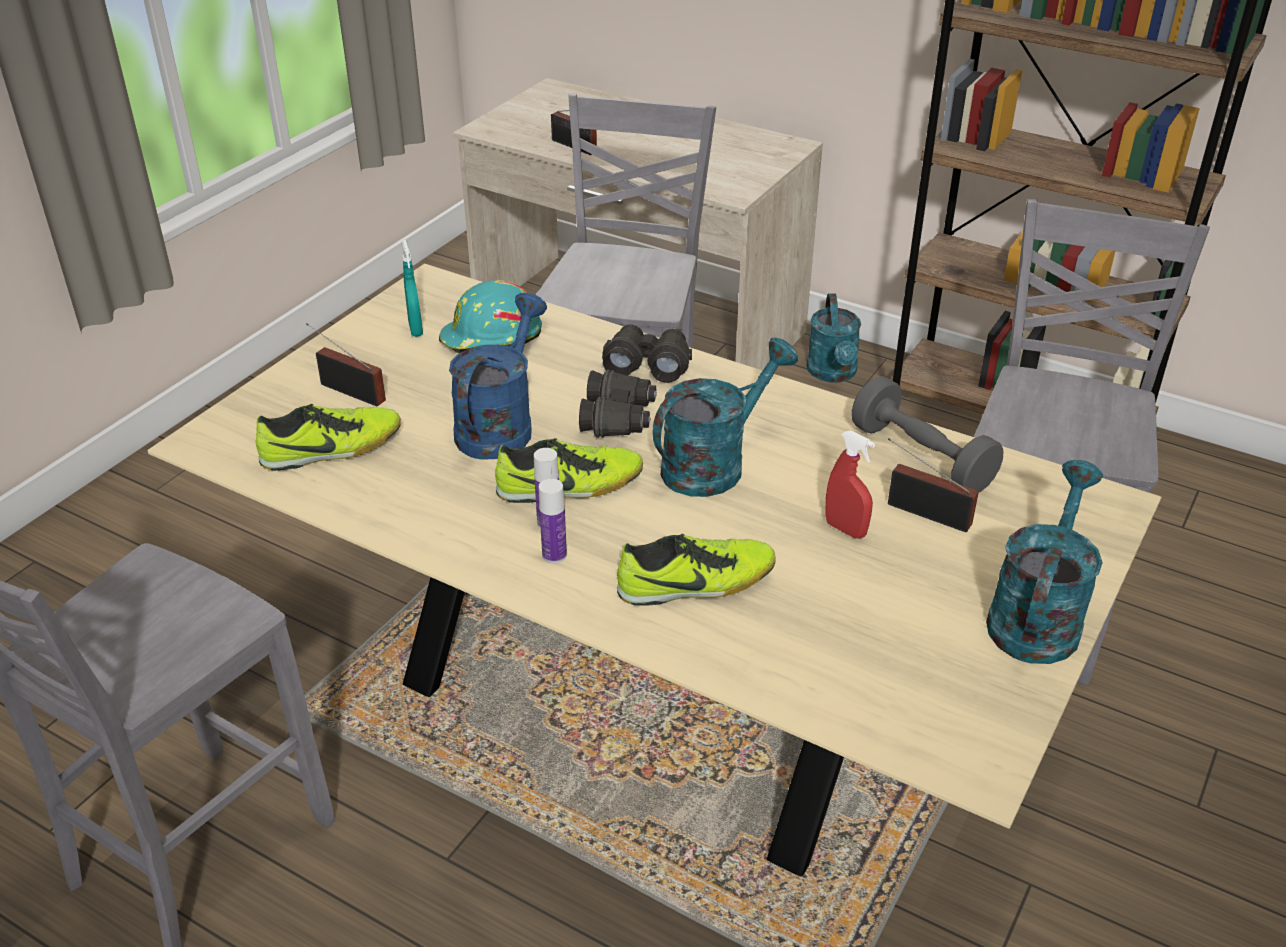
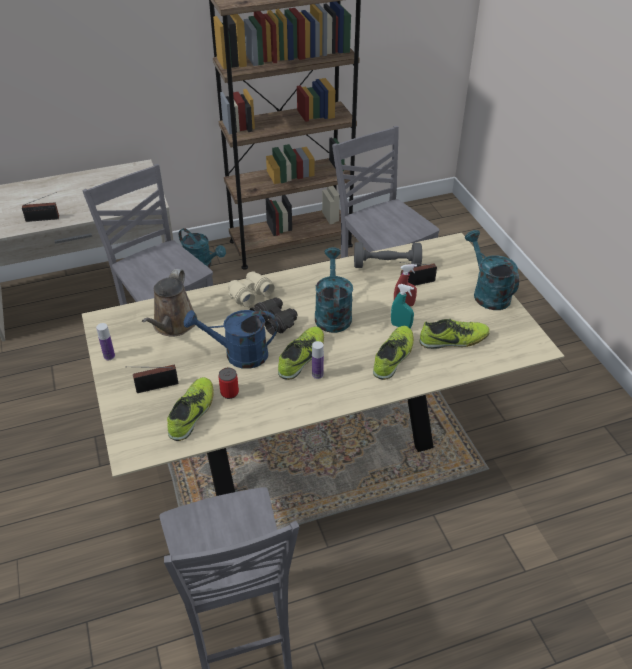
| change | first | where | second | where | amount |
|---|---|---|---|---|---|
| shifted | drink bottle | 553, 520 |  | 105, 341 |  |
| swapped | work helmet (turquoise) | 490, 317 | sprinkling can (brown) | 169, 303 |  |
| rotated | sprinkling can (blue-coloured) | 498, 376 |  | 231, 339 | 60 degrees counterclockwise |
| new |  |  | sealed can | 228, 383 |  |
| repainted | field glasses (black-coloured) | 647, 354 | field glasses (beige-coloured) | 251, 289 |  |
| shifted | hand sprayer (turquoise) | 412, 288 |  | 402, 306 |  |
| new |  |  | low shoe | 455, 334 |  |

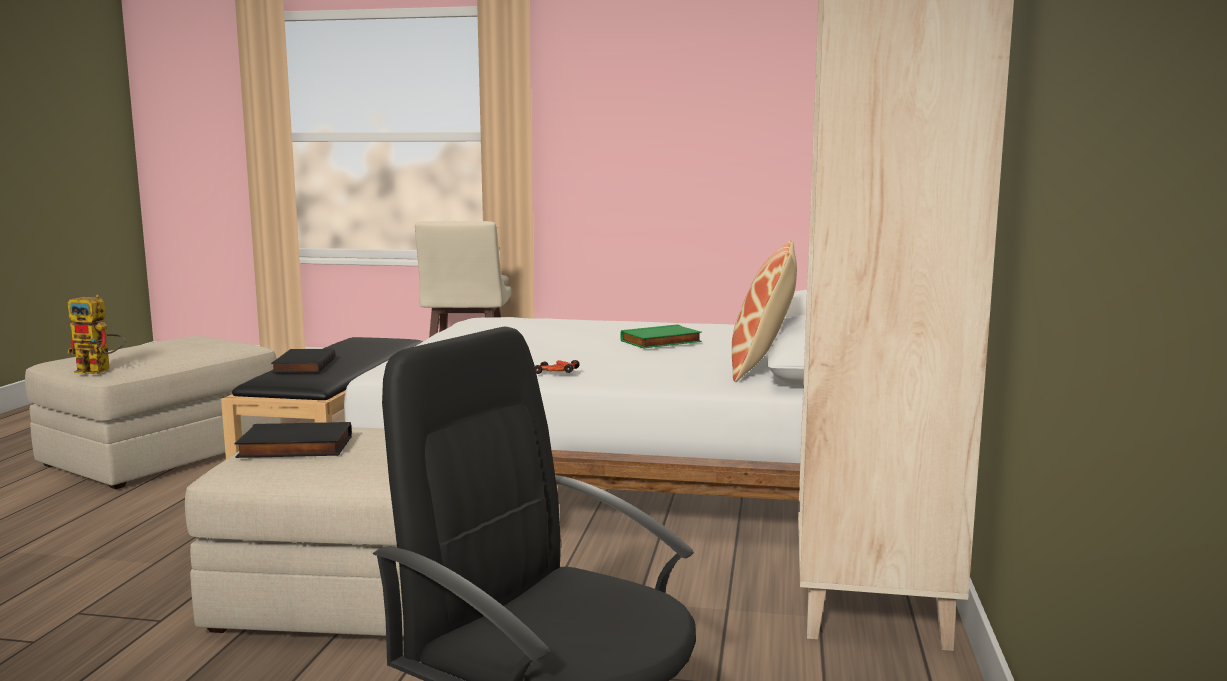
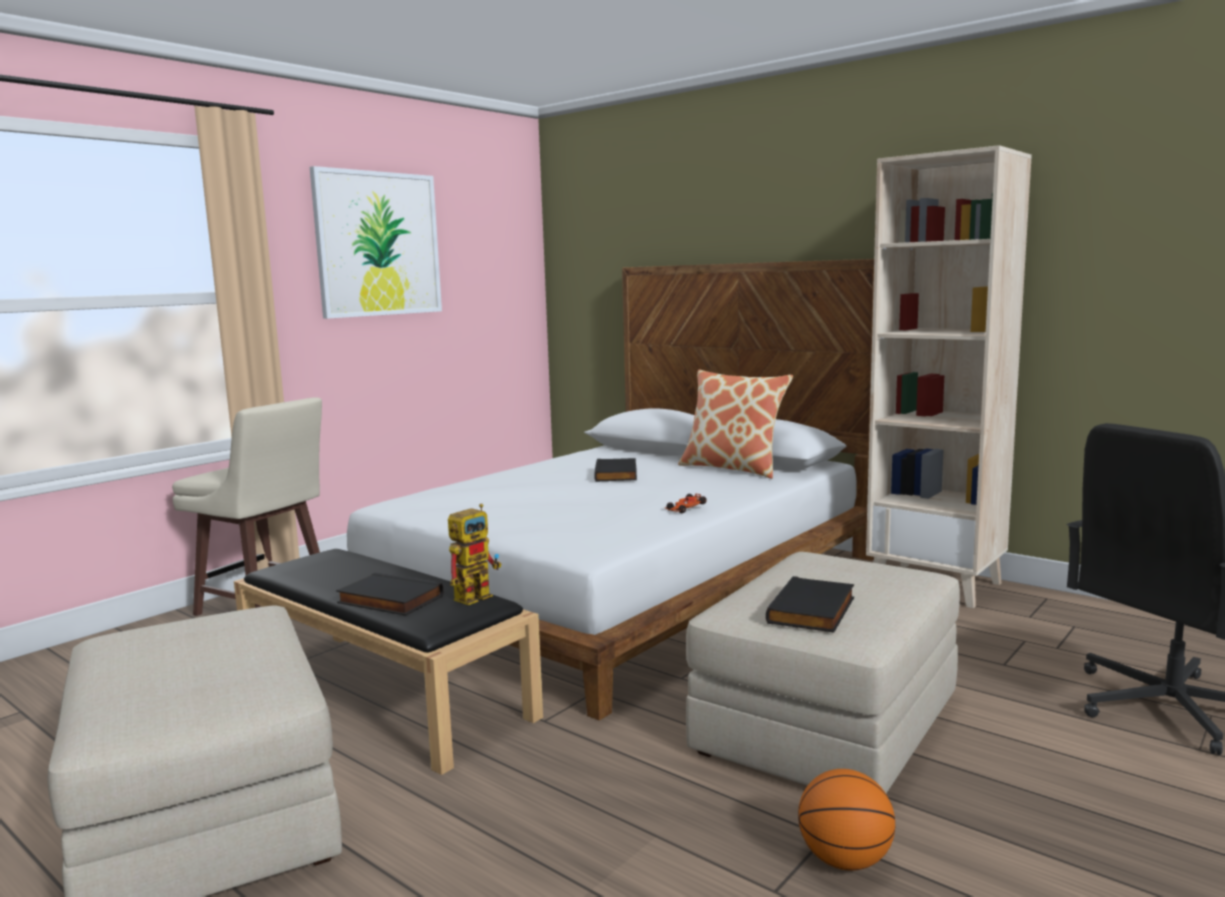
| change | first | where | second | where | amount |
|---|---|---|---|---|---|
| new |  |  | picture | 376, 242 |  |
| shifted | model robot | 96, 334 |  | 475, 554 |  |
| repainted | bound book (green-coloured) | 661, 336 | bound book (black-coloured) | 615, 470 |  |
| new |  |  | basketball ball | 846, 820 |  |

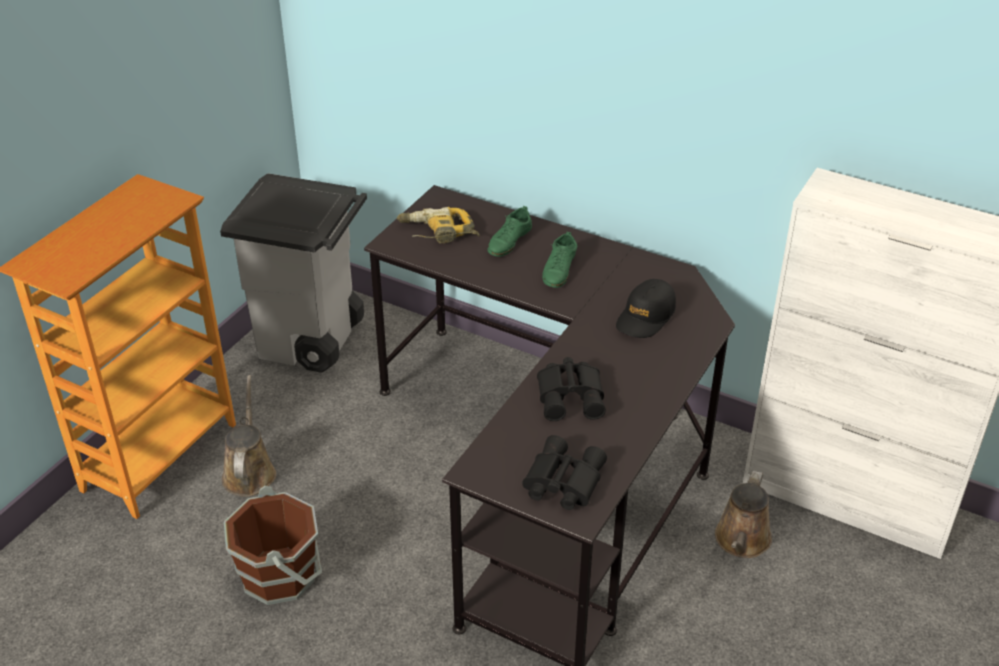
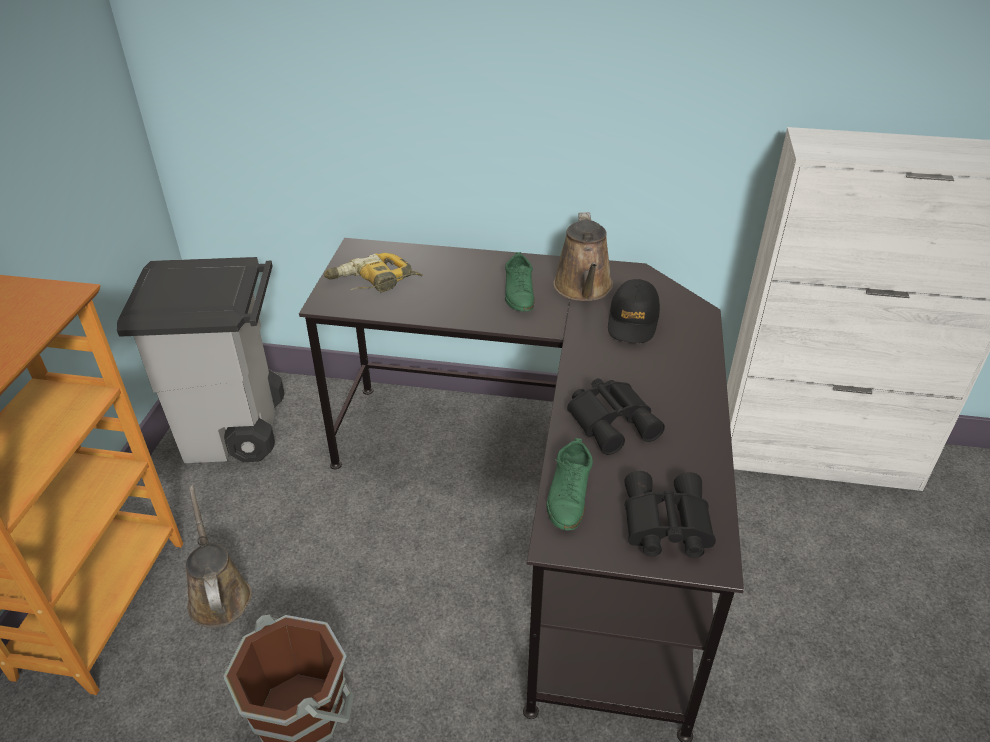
| change | first | where | second | where | amount |
|---|---|---|---|---|---|
| shifted | low shoe (green-coloured) | 509, 231 |  | 570, 484 |  |
| shifted | sprinkling can (brown) | 743, 514 |  | 583, 256 |  |

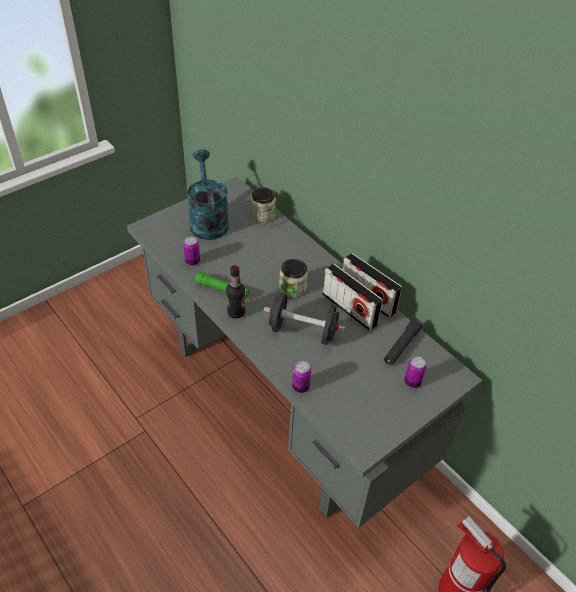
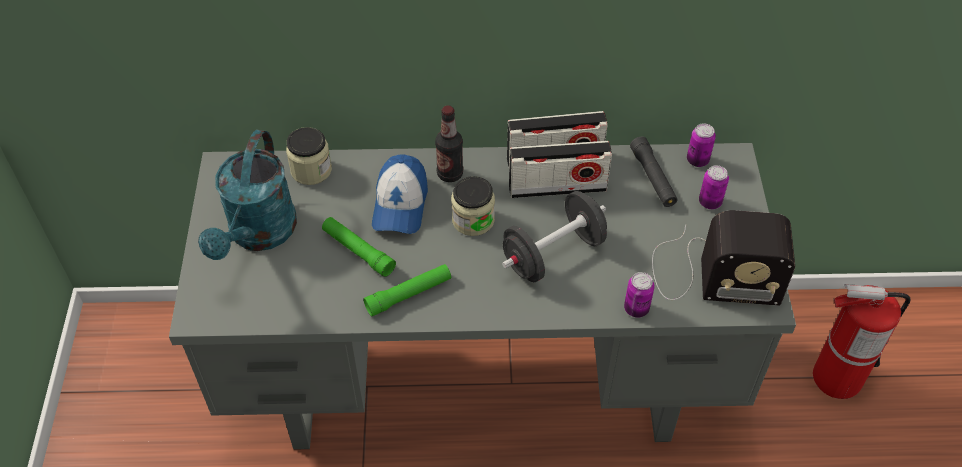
| change | first | where | second | where | amount |
|---|---|---|---|---|---|
| rotated | sprinkling can (turquoise) | 208, 194 |  | 247, 195 | 105 degrees counterclockwise |
| new |  |  | hand torch (green-coloured) | 359, 247 |  |
| new |  |  | peaked cap | 400, 194 |  |
| shifted | drink bottle | 235, 292 |  | 449, 143 |  |
| new |  |  | radio receiver | 723, 258 |  |
| shifted | sealed can | 191, 251 |  | 701, 145 |  |

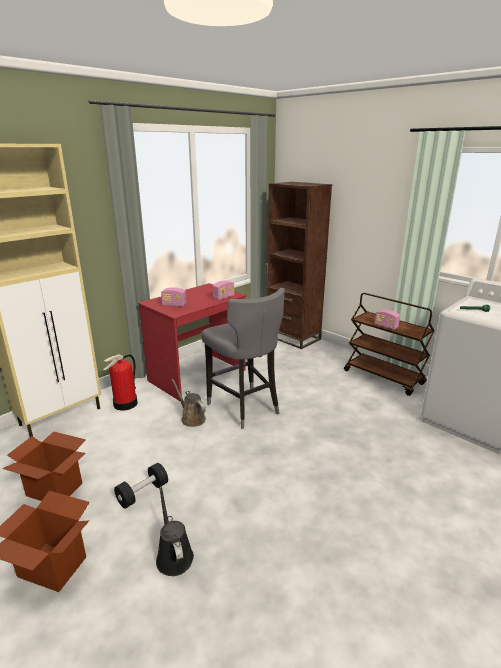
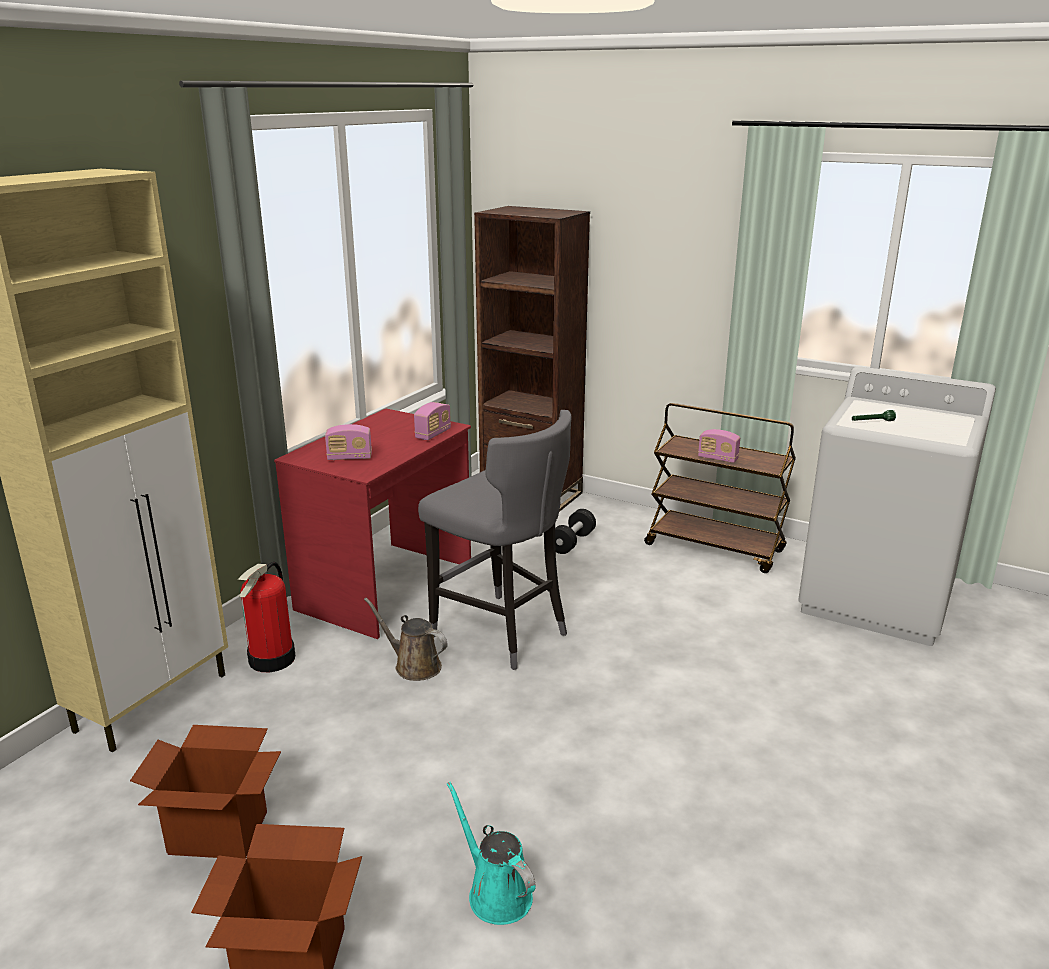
| change | first | where | second | where | amount |
|---|---|---|---|---|---|
| repainted | sprinkling can (black-coloured) | 175, 531 | sprinkling can (turquoise) | 491, 853 |  |
| shifted | free weight (black-coloured) | 141, 486 |  | 575, 531 |  |

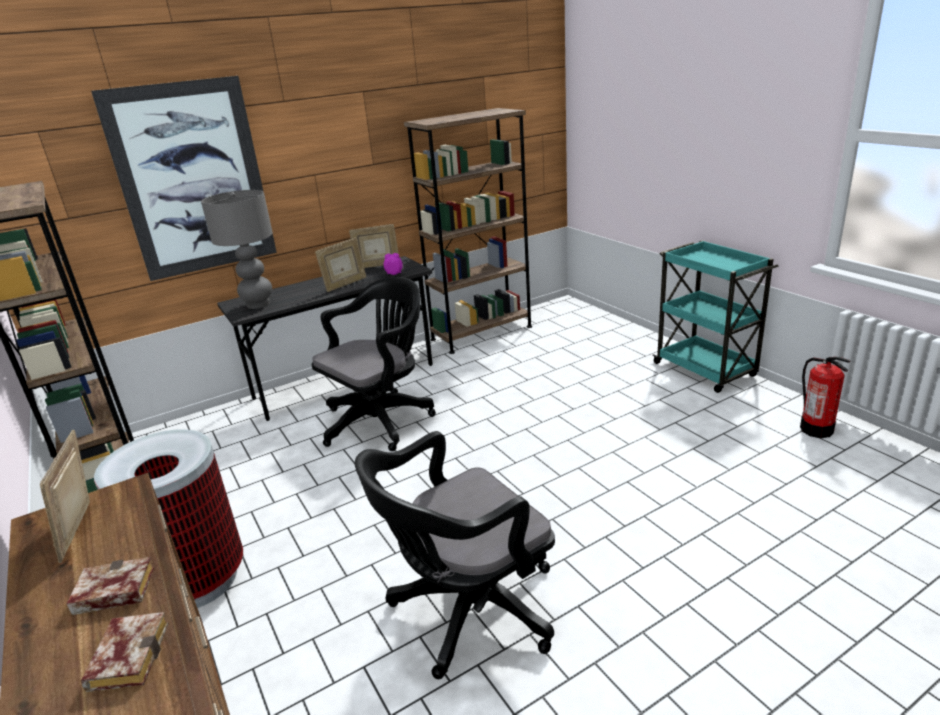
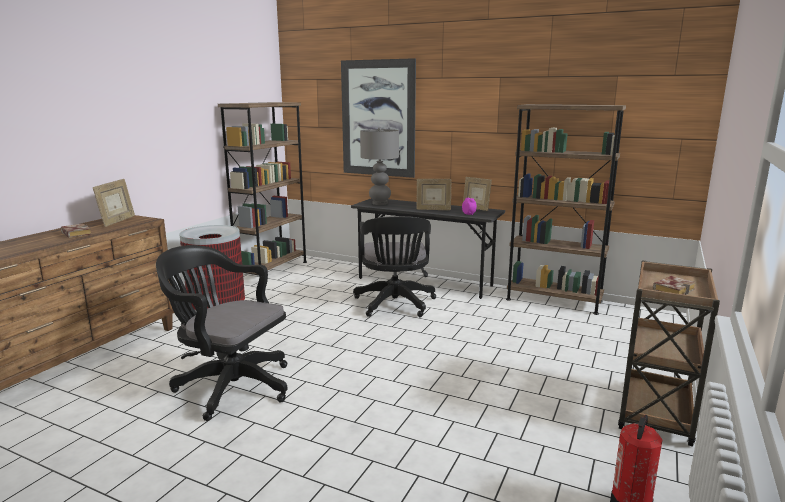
| change | first | where | second | where | amount |
|---|---|---|---|---|---|
| rotated | photo frame | 65, 496 |  | 114, 203 | 150 degrees clockwise |
| rotated | computer chair (black-coloured) | 374, 364 |  | 394, 266 | 75 degrees clockwise |
| repainted | trolley (turquoise) | 715, 316 | trolley (brown) | 669, 353 |  |
| shifted | bound book | 125, 652 |  | 674, 285 |  |

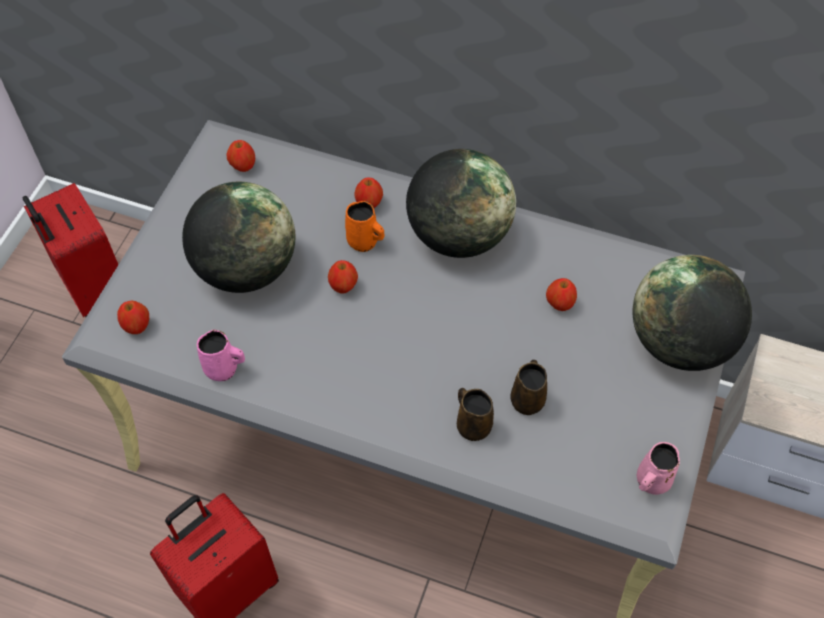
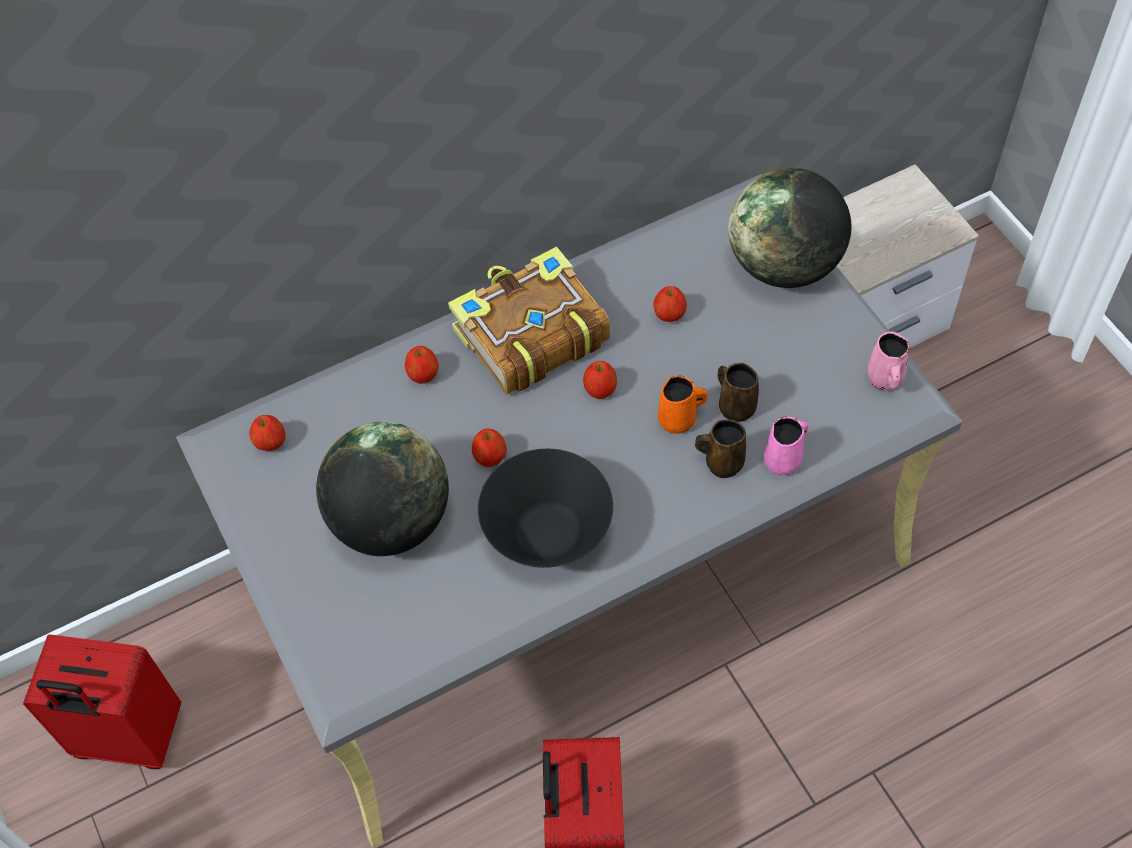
| change | first | where | second | where | amount |
|---|---|---|---|---|---|
| swapped | globe | 461, 203 | bound book | 529, 320 |  |
| new |  |  | serving bowl (black-coloured) | 545, 508 |  |
| shifted | apple | 133, 317 |  | 600, 380 |  |
| shifted | coffee mug (orange-coloured) | 364, 226 |  | 682, 405 |  |
| shifted | coffee mug (pinkish) | 221, 355 |  | 786, 446 |  |

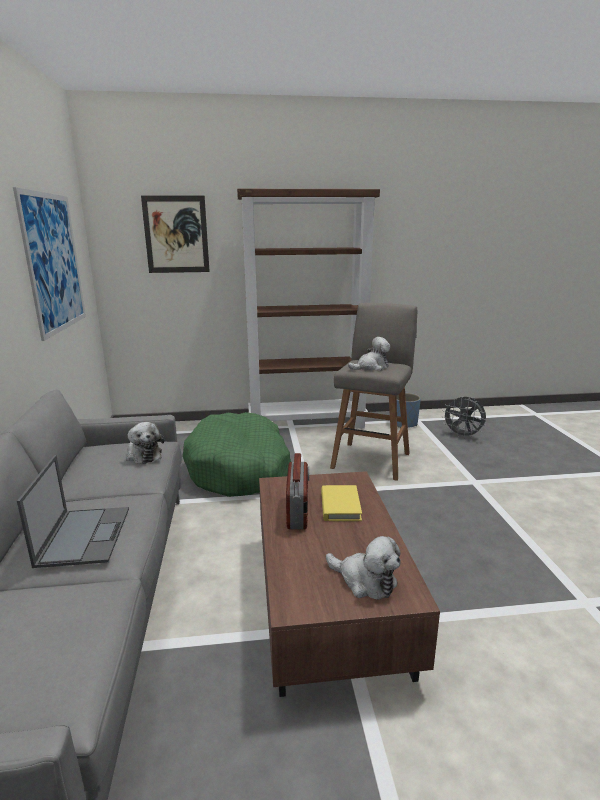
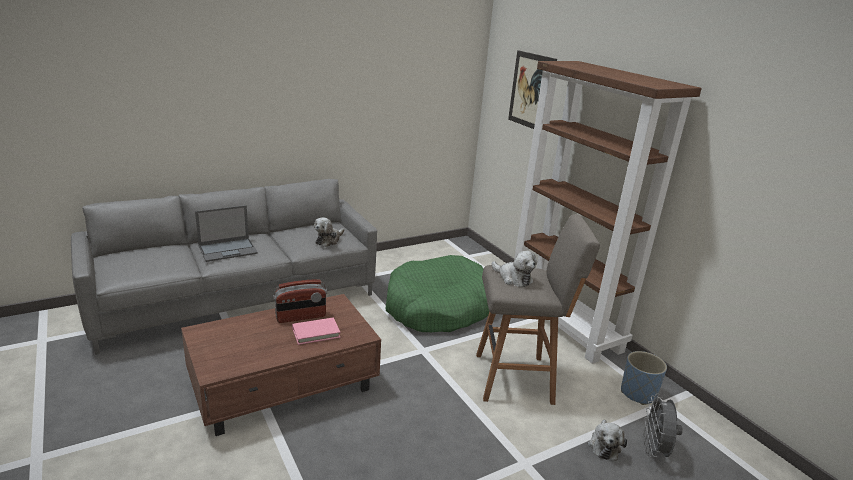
| change | first | where | second | where | amount |
|---|---|---|---|---|---|
| repainted | bound book (yellow-coloured) | 341, 503 | bound book (pinkish) | 316, 331 |  |
| shifted | soft toy | 363, 568 |  | 607, 440 |  |
| gone | picture | 49, 264 |  |  |  |

